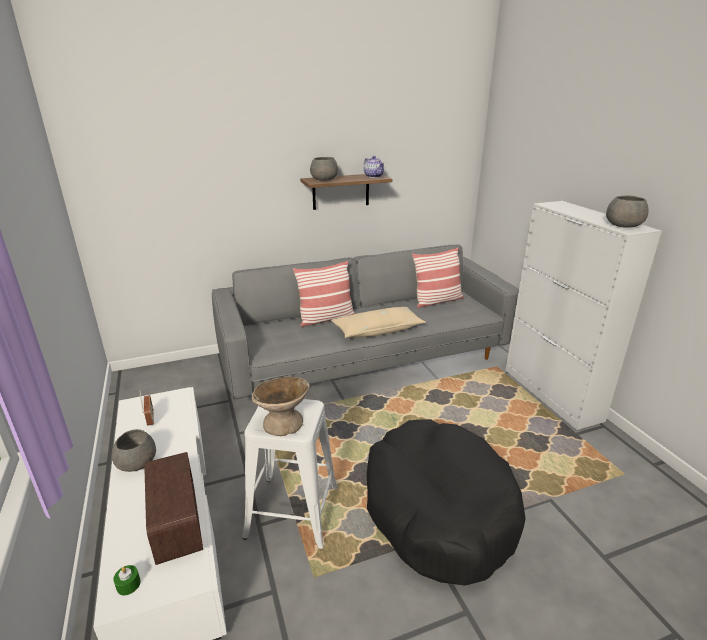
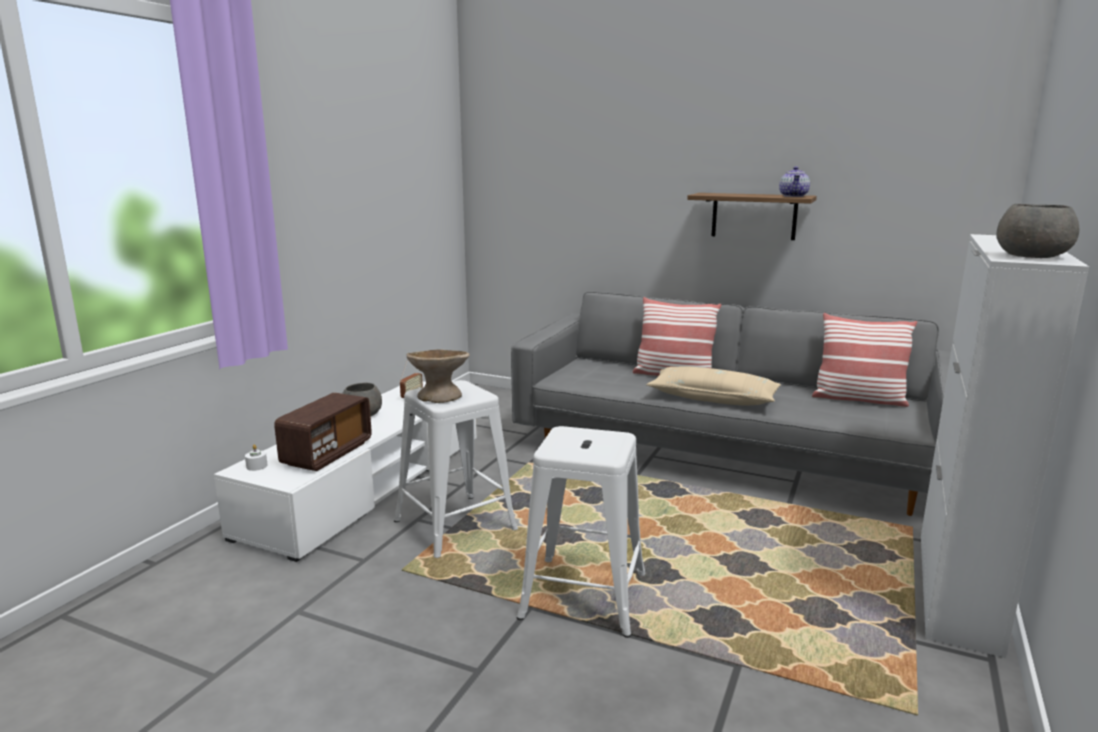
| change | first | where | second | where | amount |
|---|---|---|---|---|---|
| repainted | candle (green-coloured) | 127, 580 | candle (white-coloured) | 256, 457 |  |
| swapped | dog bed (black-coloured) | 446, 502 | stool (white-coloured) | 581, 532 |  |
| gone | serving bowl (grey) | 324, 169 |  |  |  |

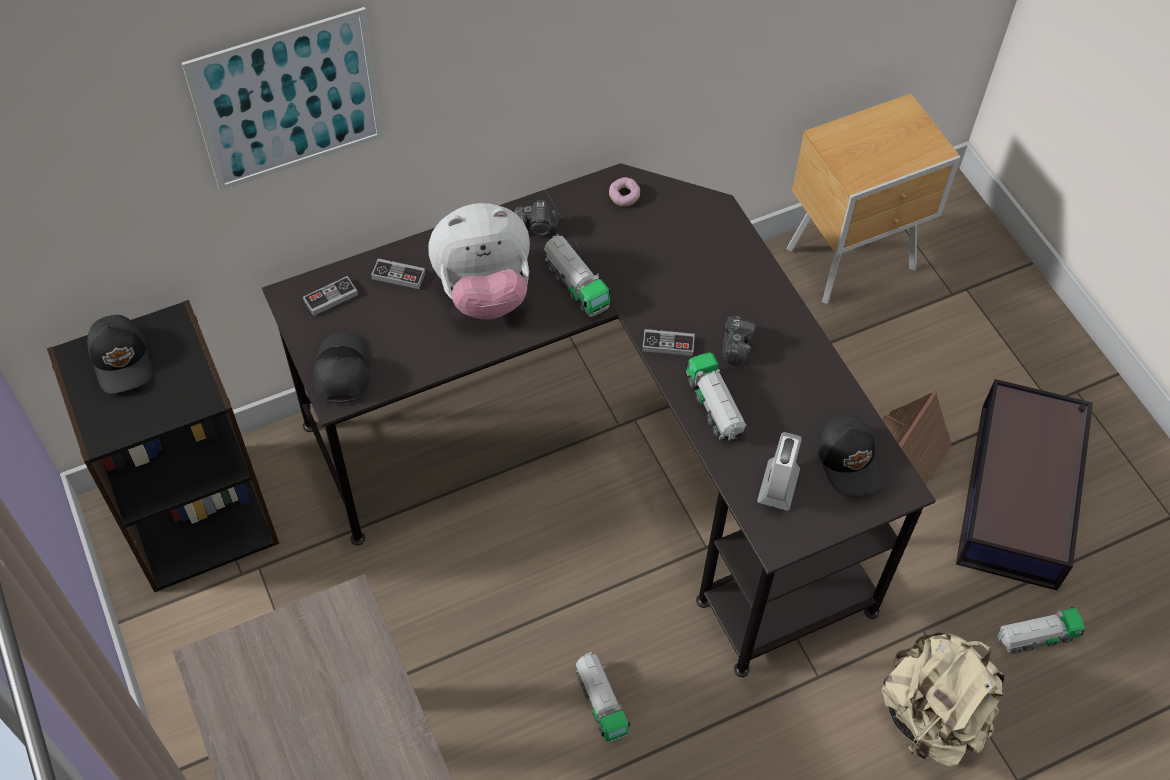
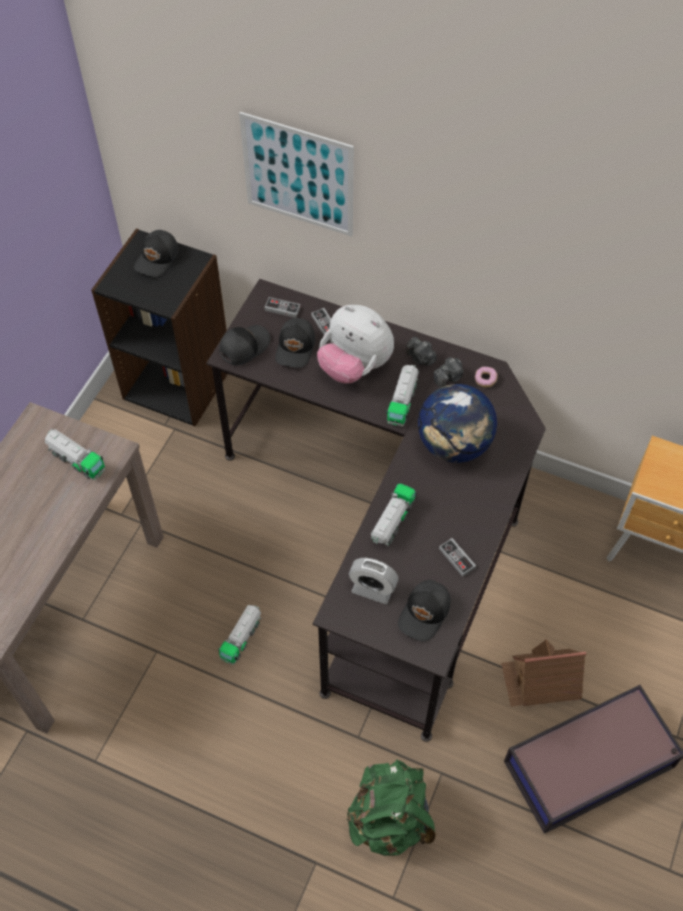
| change | first | where | second | where | amount |
|---|---|---|---|---|---|
| shifted | model truck | 1041, 630 |  | 75, 454 |  |
| new |  |  | peaked cap (black-coloured) | 295, 343 |  |
| repainted | knapsack (beige-coloured) | 942, 699 | knapsack (green-coloured) | 391, 808 |  |
| rotated | bedside clock | 779, 471 |  | 374, 581 | 135 degrees counterclockwise |
| new |  |  | globe | 457, 423 |  |
| shifted | photo camera | 739, 340 |  | 449, 372 |  |
| shifted | gamepad | 668, 342 |  | 457, 557 |  |

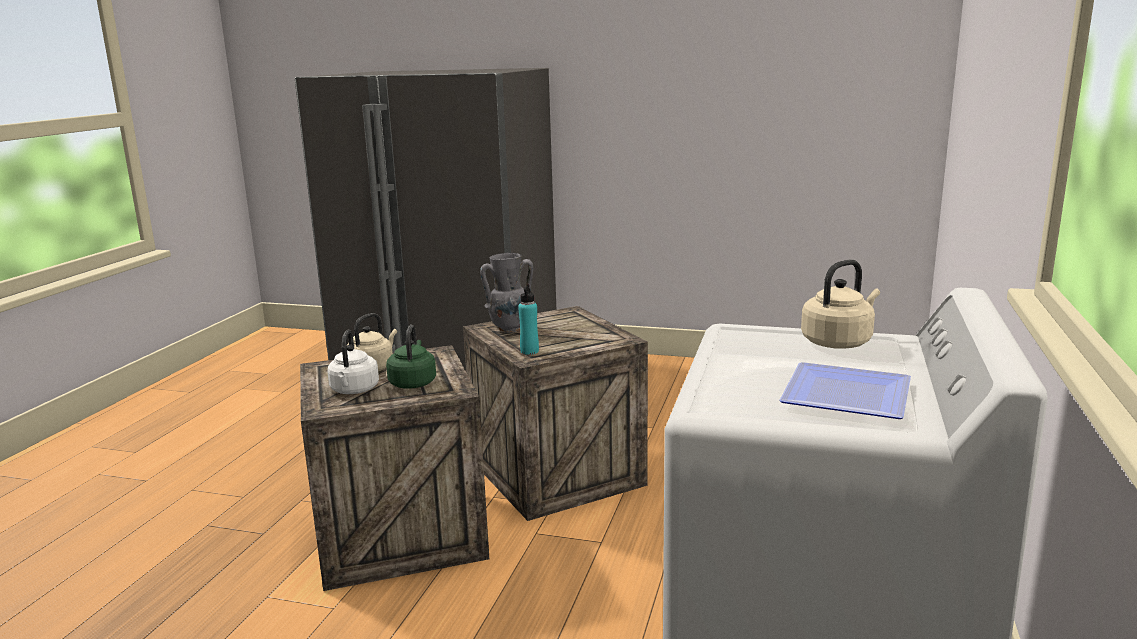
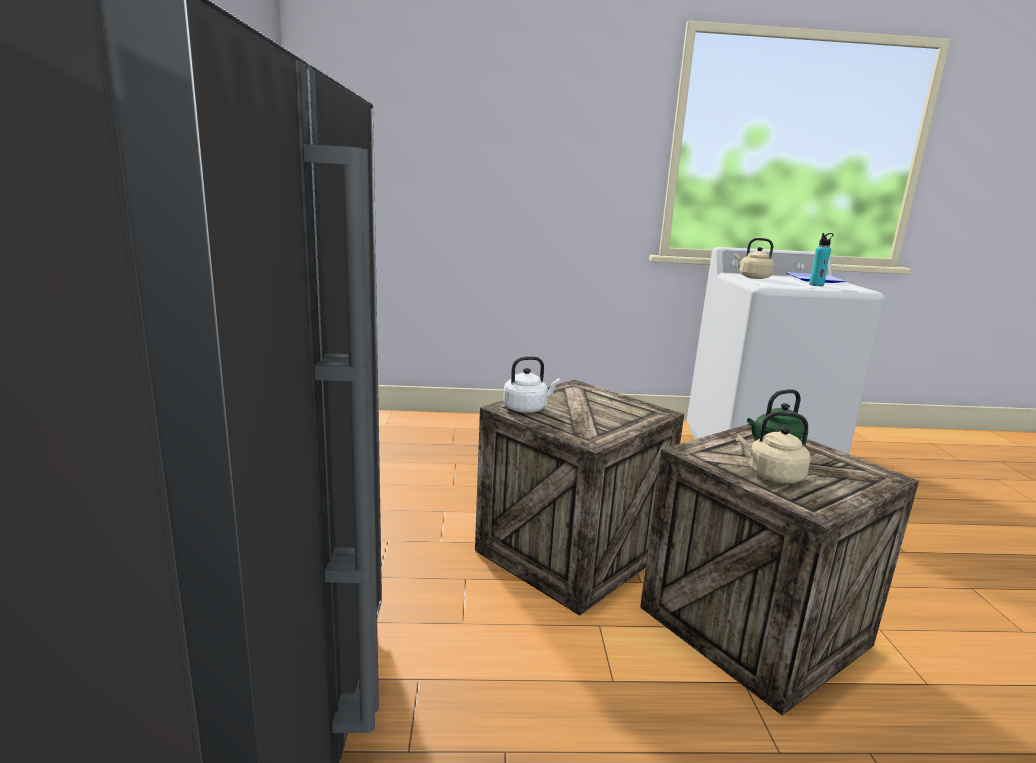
| change | first | where | second | where | amount |
|---|---|---|---|---|---|
| shifted | water kettle (white-coloured) | 353, 362 |  | 531, 384 |  |
| shifted | drink bottle (turquoise) | 528, 319 |  | 821, 259 |  |
| gone | decorative vase (grey) | 506, 293 |  |  |  |

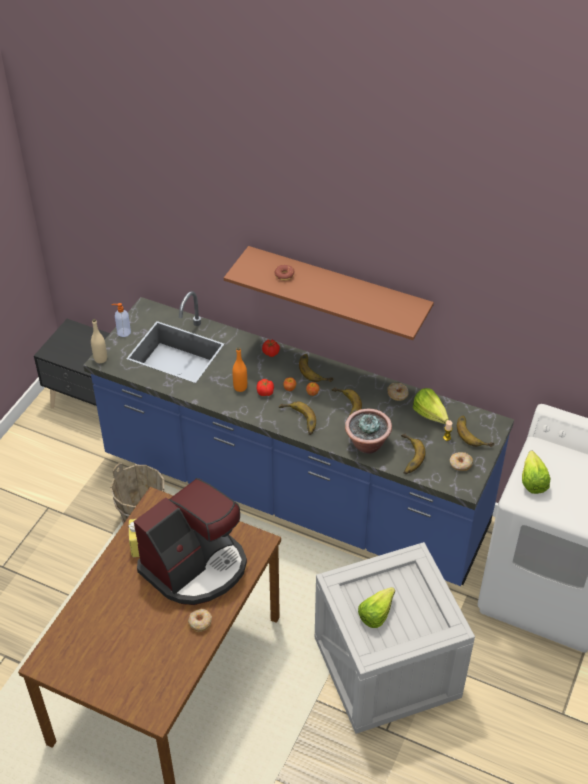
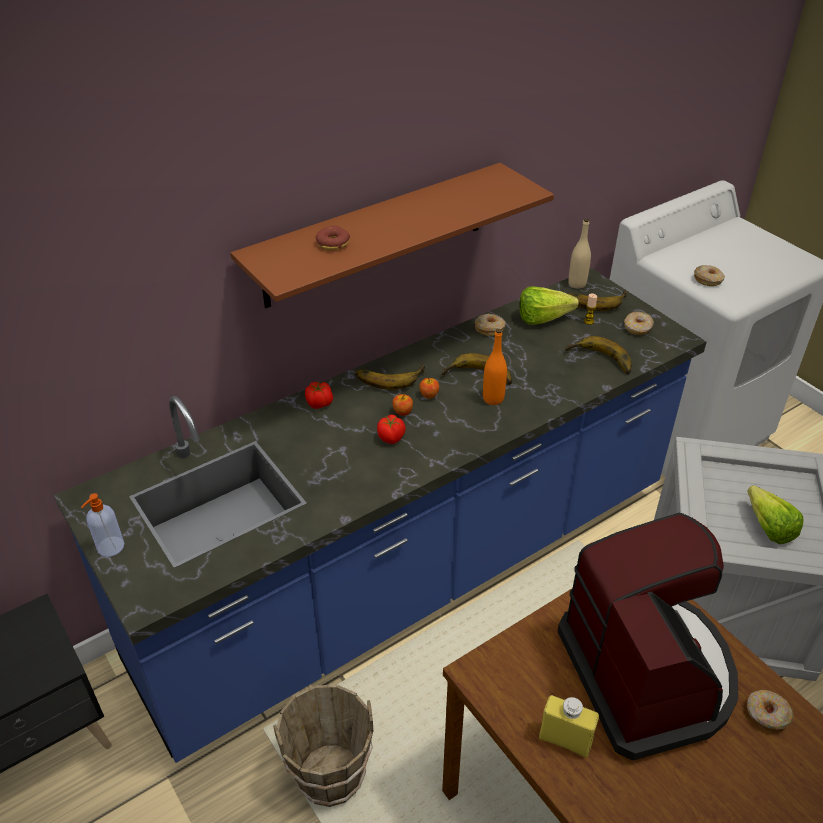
| change | first | where | second | where | amount |
|---|---|---|---|---|---|
| shifted | drink bottle (orange-coloured) | 239, 369 |  | 495, 367 |  |
| shifted | drink bottle (beige-coloured) | 99, 341 |  | 579, 254 |  |
| swapped | lettuce head | 536, 472 | ring doughnut | 709, 275 |  |
| gone | whole banana | 297, 418 |  |  |  |
| gone | potted plant | 368, 431 |  |  |  |

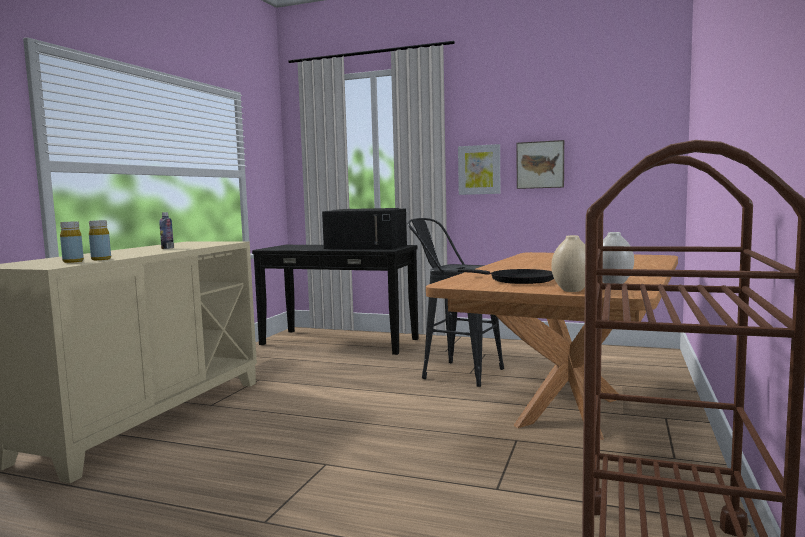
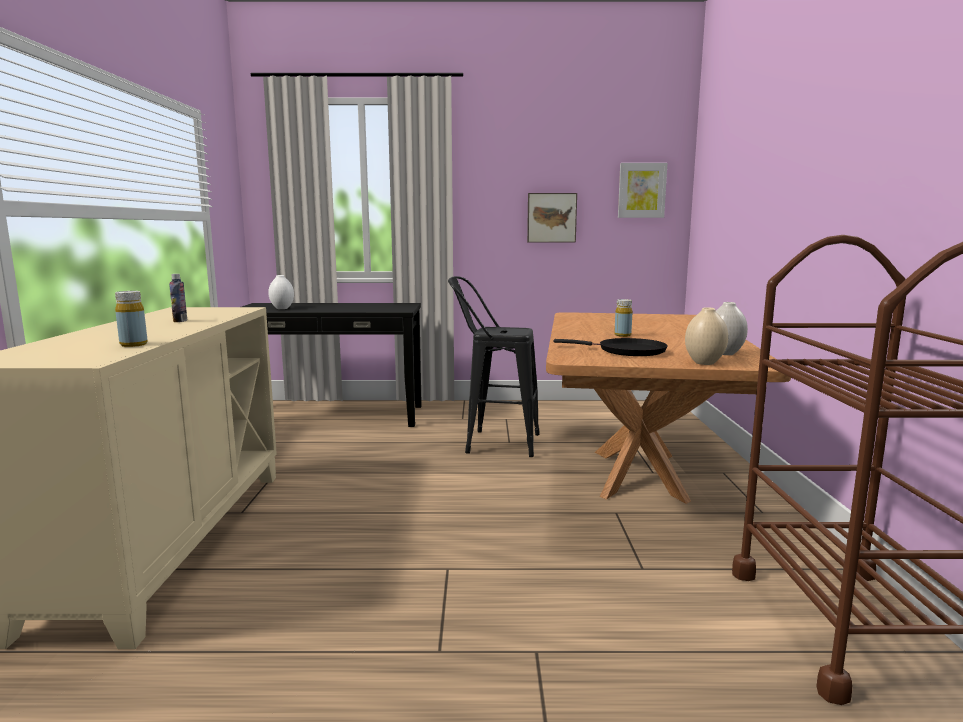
| change | first | where | second | where | amount |
|---|---|---|---|---|---|
| new |  |  | decorative vase (white-coloured) | 281, 292 |  |
| shifted | drink bottle (yellow-coloured) | 72, 242 |  | 623, 318 |  |
| shifted | picture | 479, 169 |  | 642, 190 |  |
| gone | microwave (black-coloured) | 364, 228 |  |  |  |

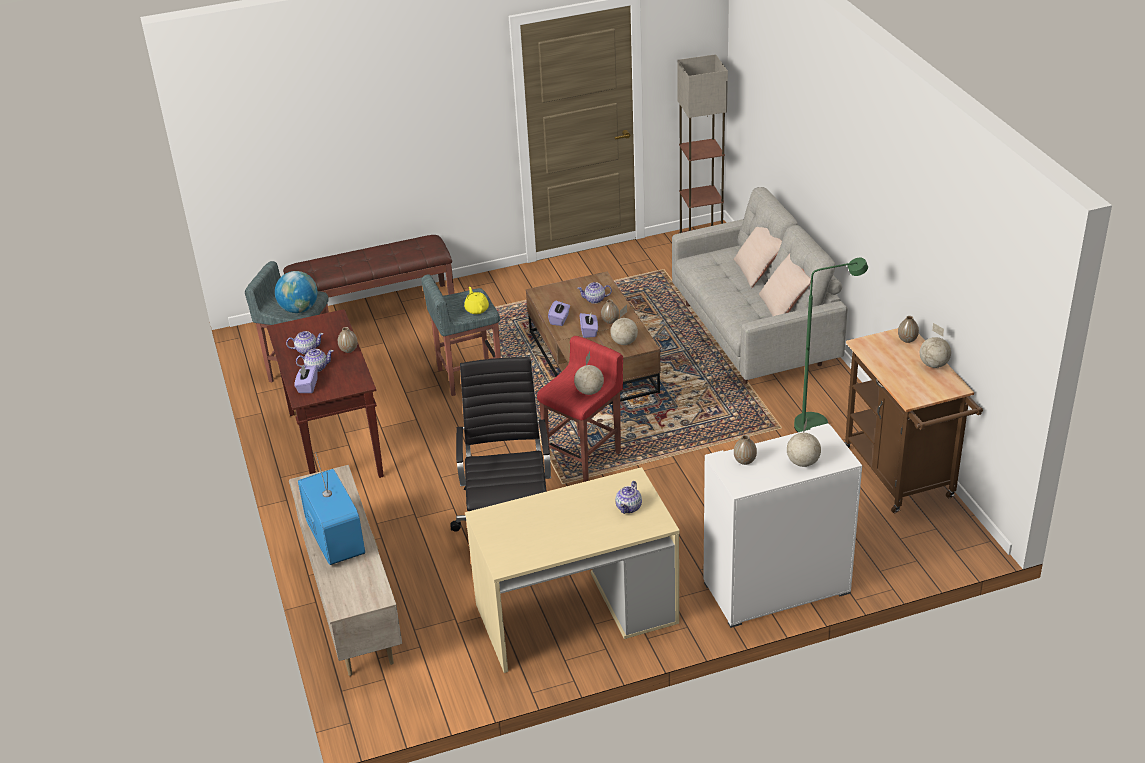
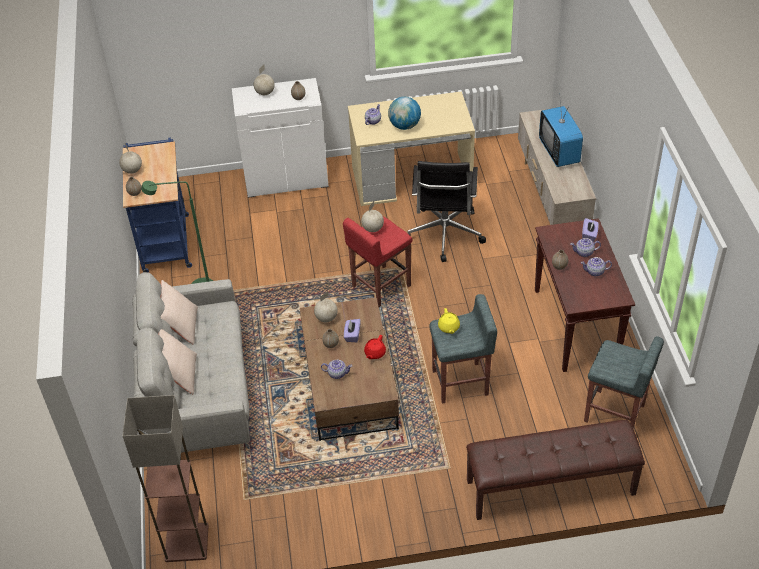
| change | first | where | second | where | amount |
|---|---|---|---|---|---|
| repainted | trolley (brown) | 914, 420 | trolley (blue-coloured) | 157, 205 |  |
| swapped | tissue holder (purple) | 559, 313 | pot for tea (reddish) | 375, 347 |  |
| shifted | globe | 296, 292 |  | 404, 113 |  |

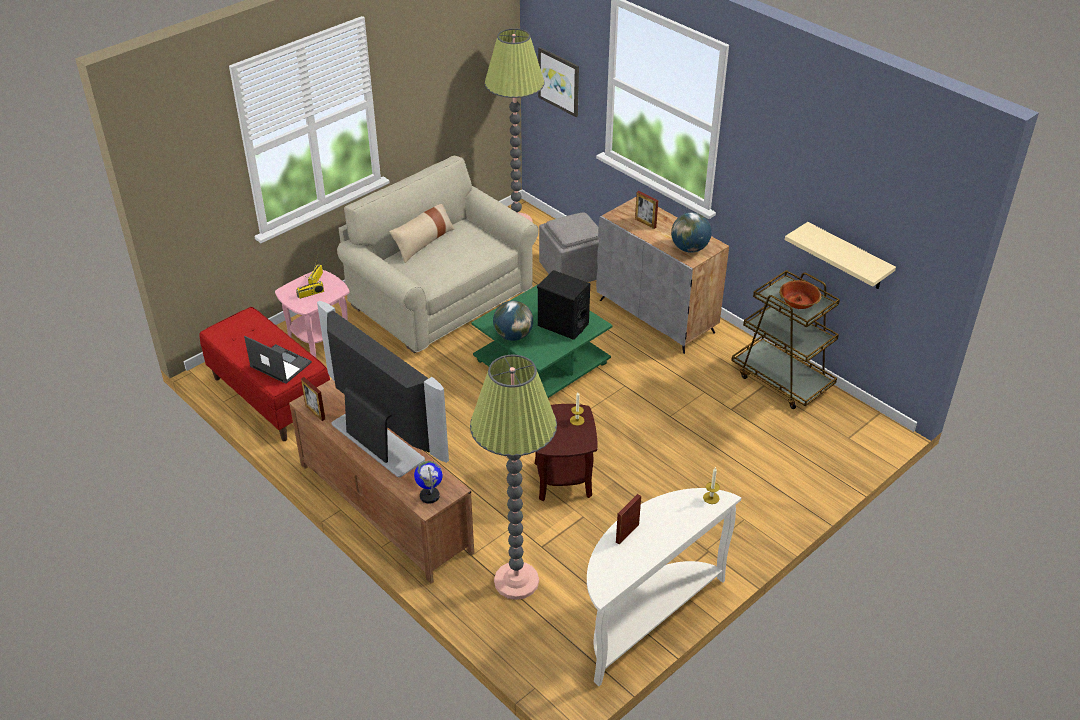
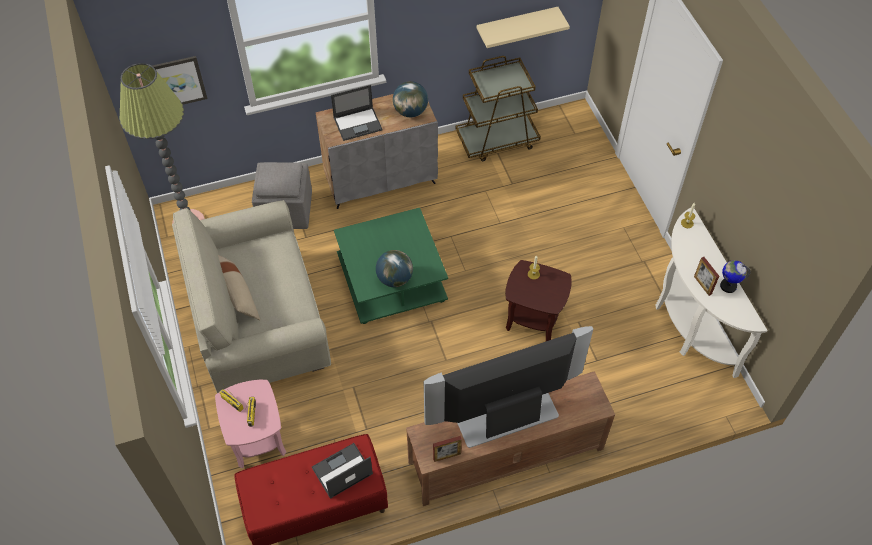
| change | first | where | second | where | amount |
|---|---|---|---|---|---|
| swapped | photo frame | 646, 210 | notebook computer | 357, 113 |  |
| shifted | globe | 428, 482 |  | 735, 276 |  |
| gone | standing lamp | 513, 477 |  |  |  |
| gone | loudspeaker (black-coloured) | 563, 305 |  |  |  |
| gone | serving bowl | 800, 294 |  |  |  |

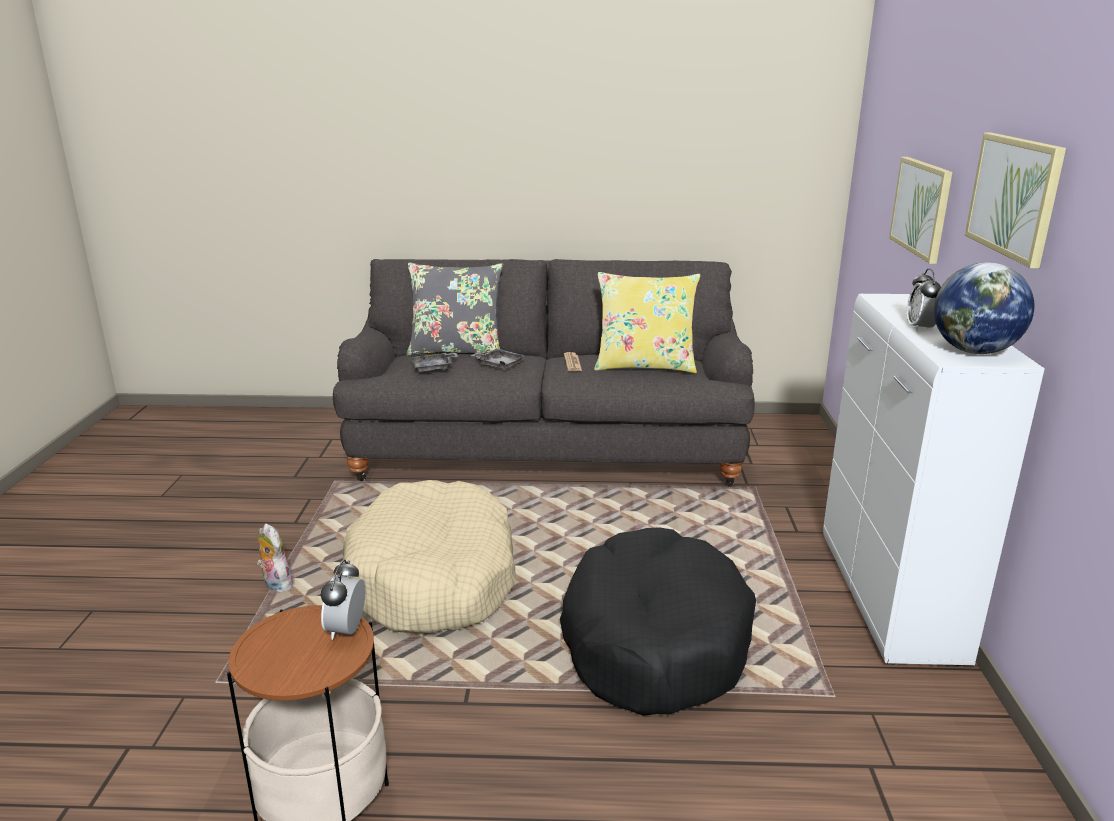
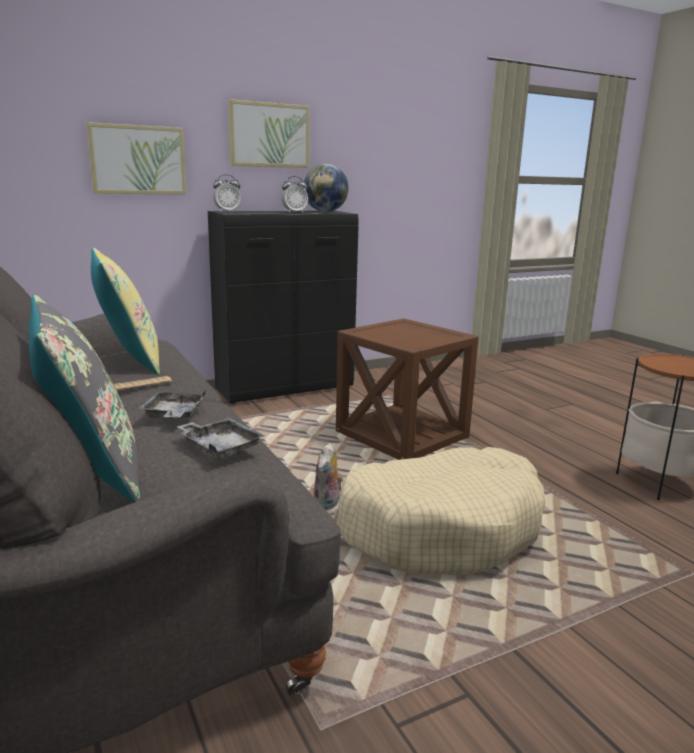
| change | first | where | second | where | amount |
|---|---|---|---|---|---|
| repainted | cupboard (white-coloured) | 934, 480 | cupboard (black-coloured) | 283, 307 |  |
| shifted | bedside clock | 343, 600 |  | 227, 193 |  |
| shifted | soft toy | 276, 558 |  | 328, 477 |  |
| swapped | dog bed (black-coloured) | 658, 621 | end table (brown) | 407, 389 |  |

